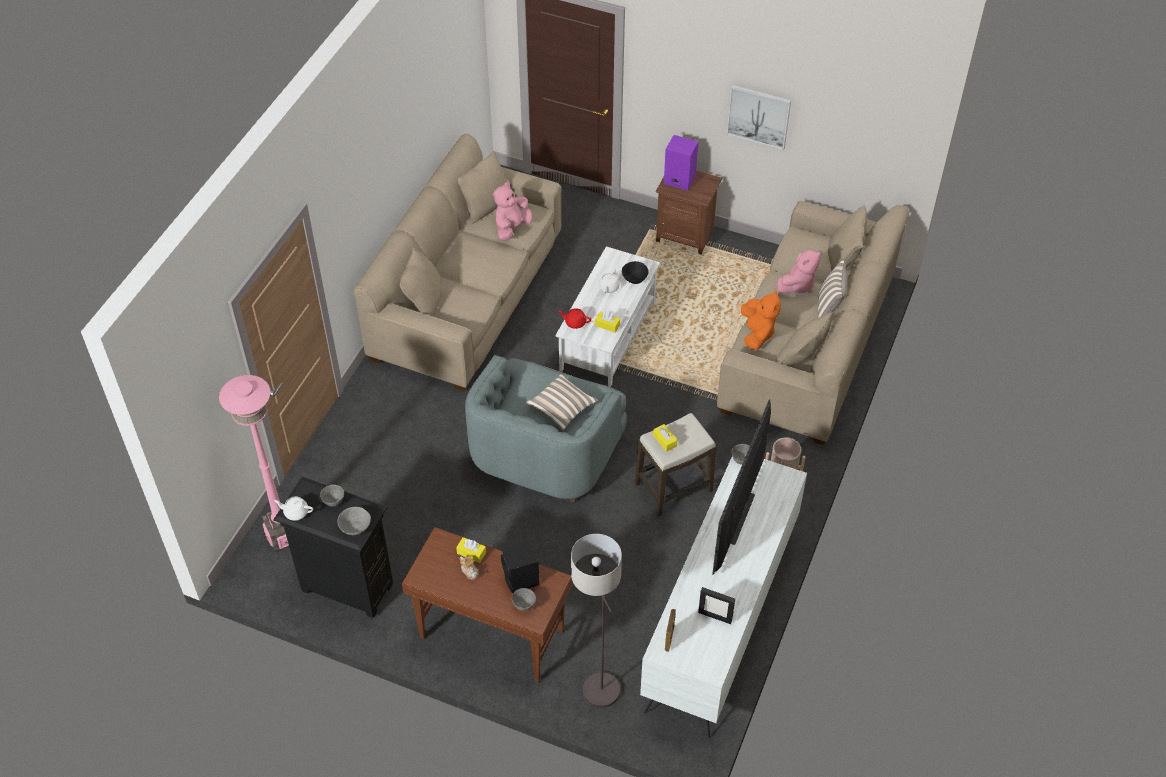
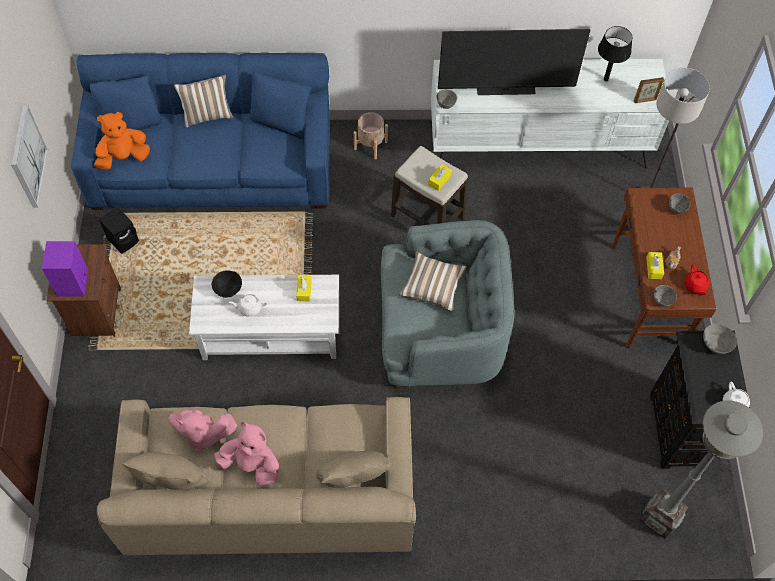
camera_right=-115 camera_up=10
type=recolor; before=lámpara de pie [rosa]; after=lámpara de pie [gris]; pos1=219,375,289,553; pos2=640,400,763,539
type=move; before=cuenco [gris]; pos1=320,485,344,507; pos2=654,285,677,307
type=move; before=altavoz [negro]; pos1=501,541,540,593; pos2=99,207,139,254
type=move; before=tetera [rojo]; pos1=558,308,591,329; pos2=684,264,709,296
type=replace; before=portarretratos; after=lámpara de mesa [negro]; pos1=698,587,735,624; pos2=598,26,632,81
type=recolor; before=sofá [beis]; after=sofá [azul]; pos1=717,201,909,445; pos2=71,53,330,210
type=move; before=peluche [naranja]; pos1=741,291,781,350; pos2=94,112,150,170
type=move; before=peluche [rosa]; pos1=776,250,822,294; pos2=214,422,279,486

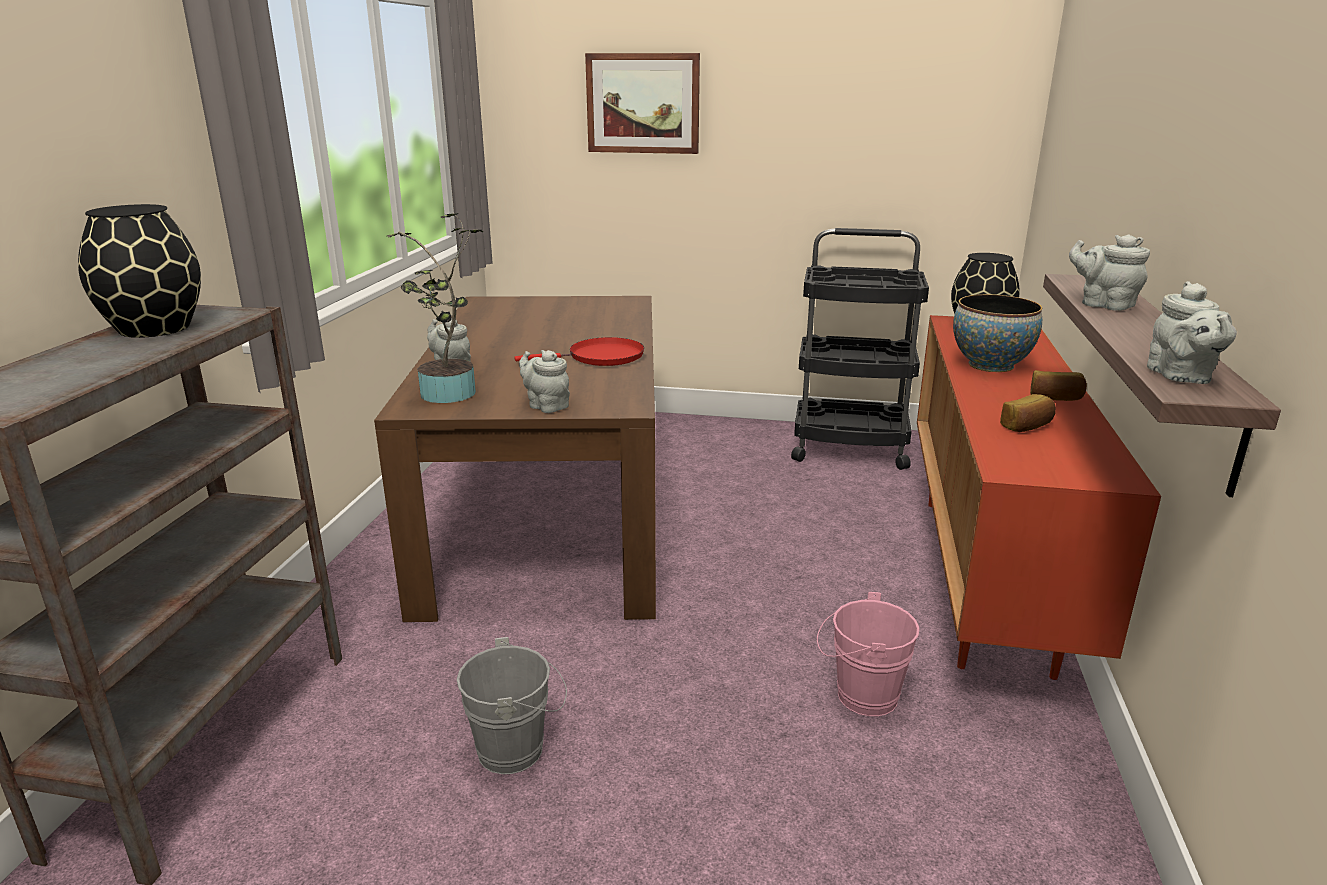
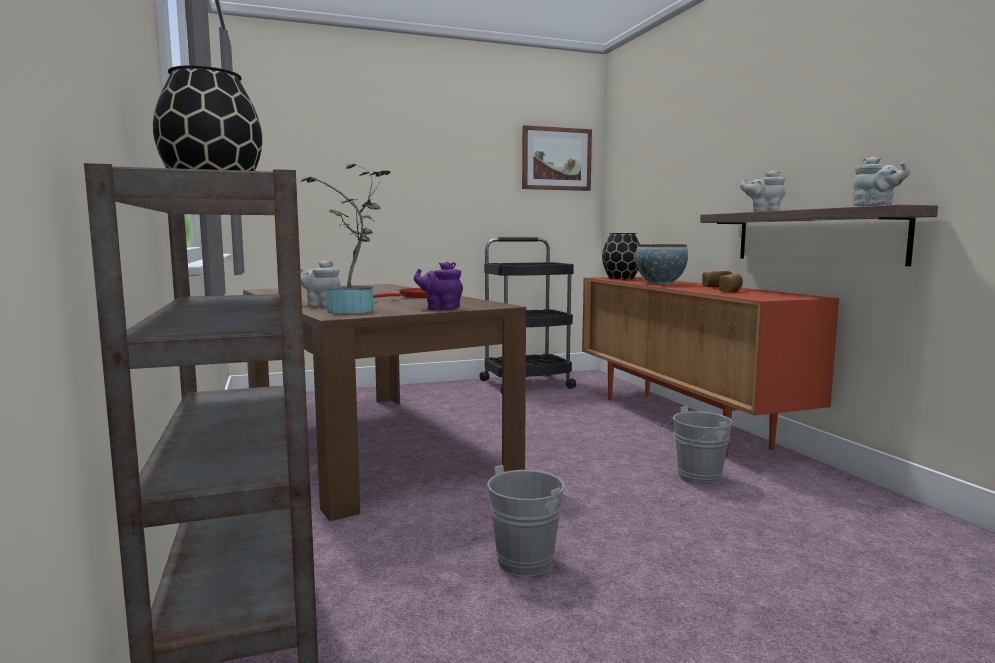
camera_right=-30 camera_up=-15
type=recolor; before=tetera [gris]; after=tetera [morado]; pos1=519,350,570,413; pos2=414,261,463,310
type=move; before=cuadro; pos1=585,53,700,154; pos2=522,125,592,191
type=recolor; before=cubo [rosa]; after=cubo [gris]; pos1=817,592,920,716; pos2=662,406,733,486

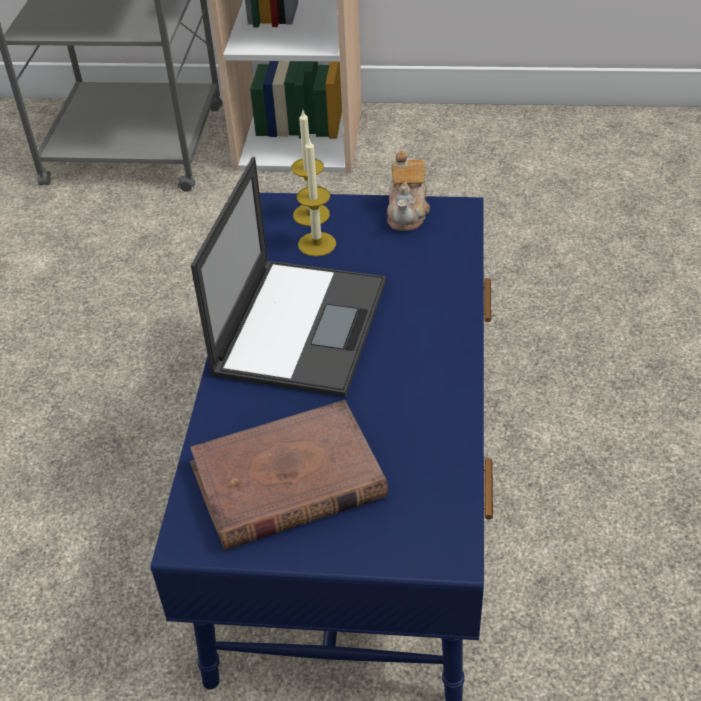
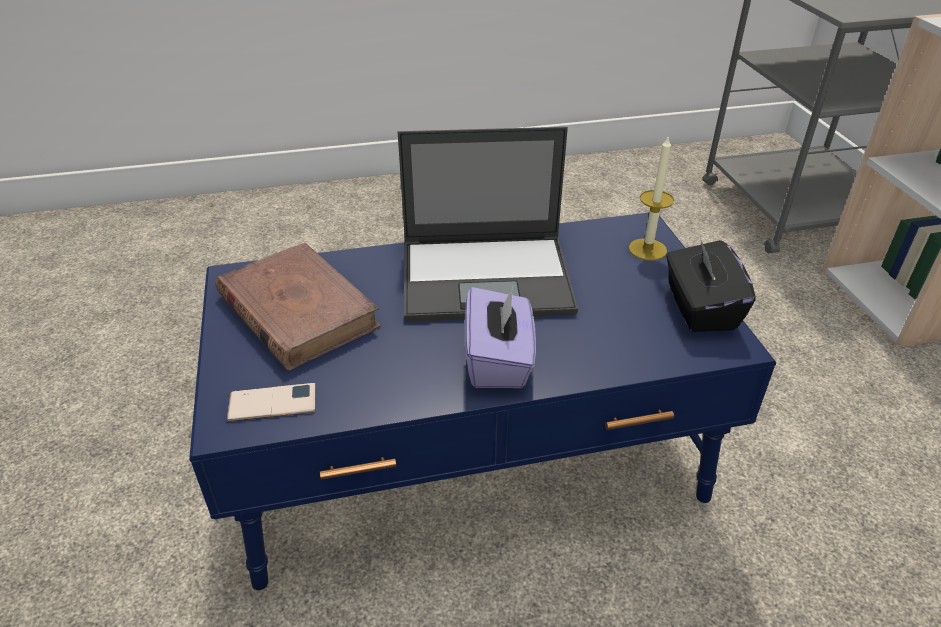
camera_right=70 camera_up=-5
type=delete; before=vela; pos1=296,138,336,257
type=replace; before=tetera; after=caja de pañuelos [negro]; pos1=387,151,430,231; pos2=666,237,756,332
type=insert; after=móvil; pos2=227,383,316,421
type=insert; after=caja de pañuelos [morado]; pos2=465,286,536,388

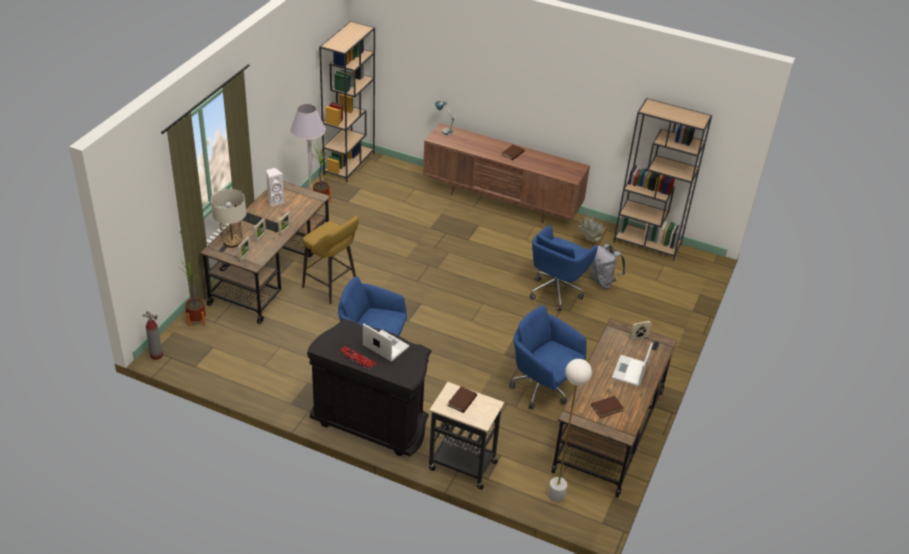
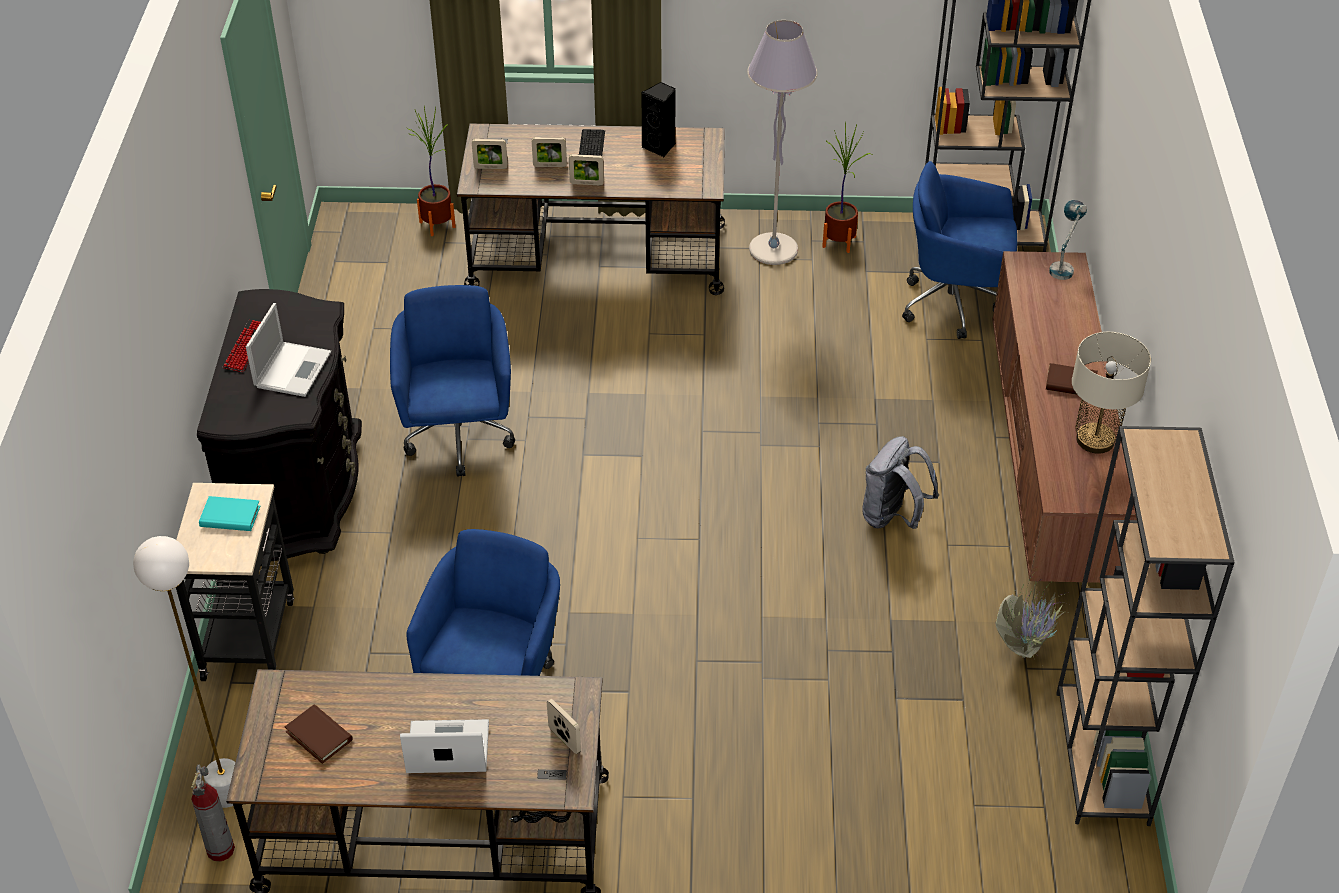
camera_right=70 camera_up=5
type=move; before=extintor; pos1=142,311,163,360; pos2=191,765,235,861
type=move; before=lámpara de mesa; pos1=211,189,246,248; pos2=1072,332,1151,454
type=recolor; before=altavoz [blanco]; after=altavoz [negro]; pos1=266,168,285,206; pos2=641,82,676,157
type=delete; before=taburete [amarillo]; pos1=302,216,359,304
type=recolor; before=libro [marrón]; after=libro [turquesa]; pos1=448,386,477,413; pos2=199,496,260,531
type=move; before=silla de oficina [azul]; pos1=530,225,598,311; pos2=902,161,1017,339
type=move; before=mochila [gris]; pos1=590,244,625,289; pos2=862,436,939,529

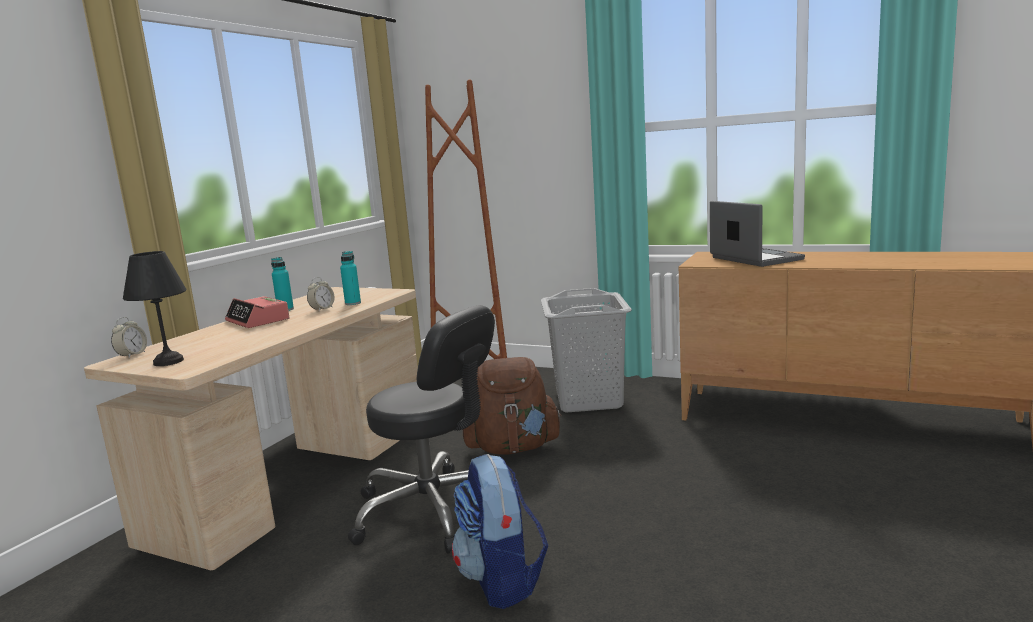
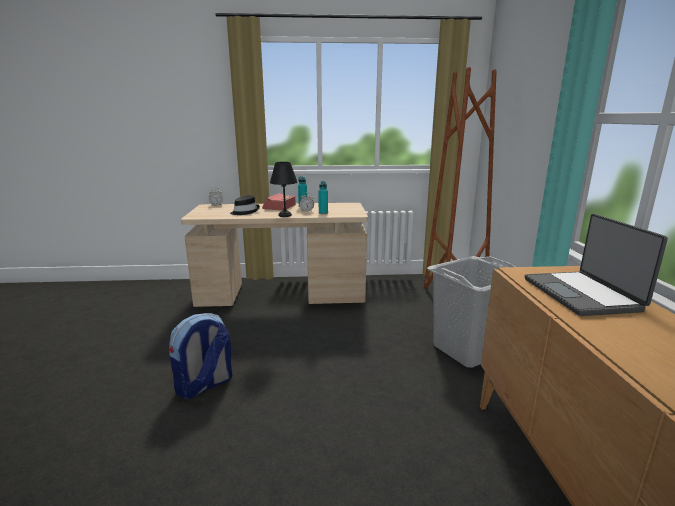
camera_right=60 camera_up=5
type=move; before=lámpara de mesa [negro]; pos1=123,251,186,366; pos2=270,162,297,217
type=delete; before=silla de oficina [negro]; pos1=348,305,495,554
type=delete; before=mochila [marrón]; pos1=463,357,562,455
type=rotate; before=portátil; pos1=710,201,805,267; pos2=524,214,668,316; turn=135
type=insert; after=sombrero [negro]; pos2=230,195,260,215

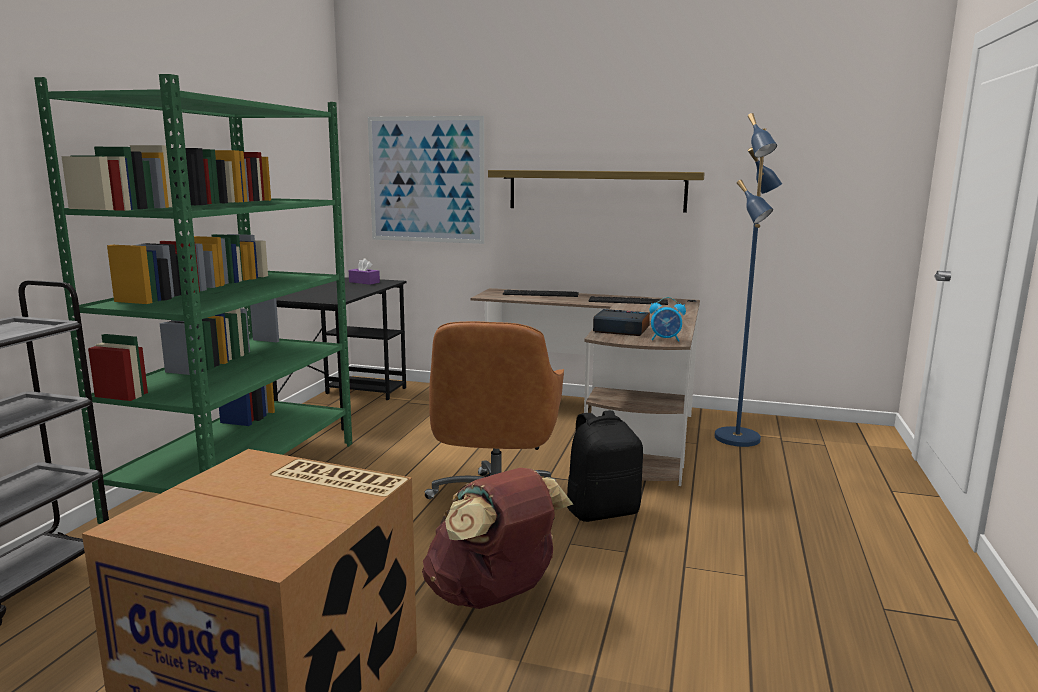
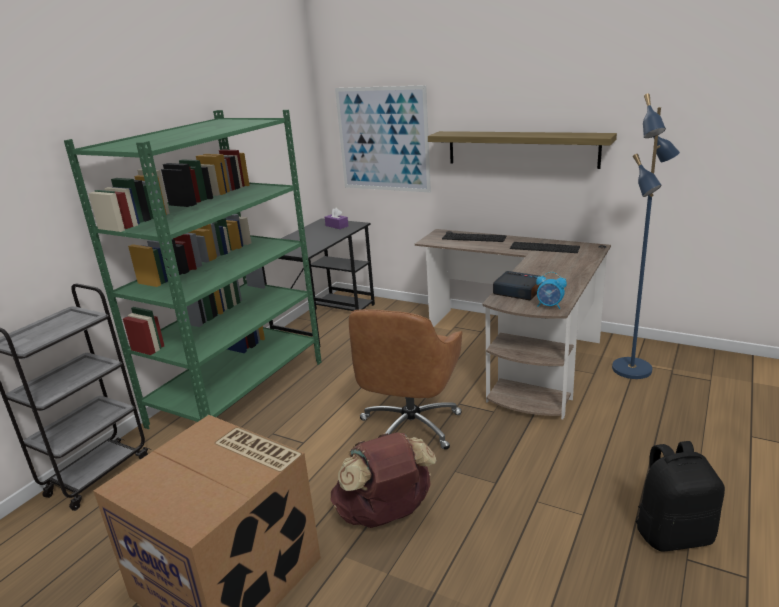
camera_right=15 camera_up=10
type=move; before=mochila [negro]; pos1=567,410,643,522; pos2=636,441,725,551

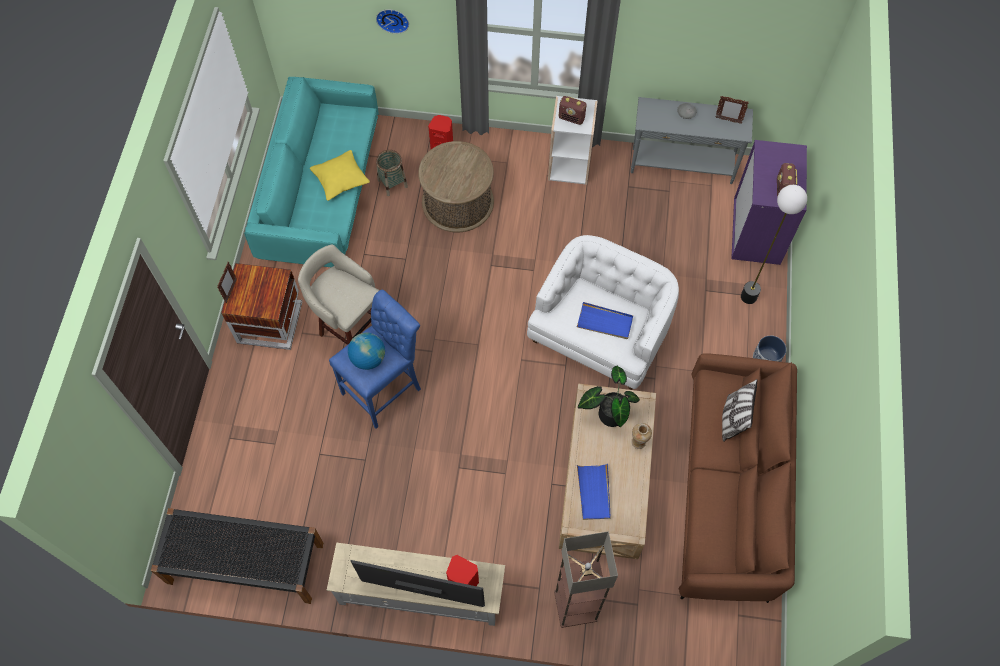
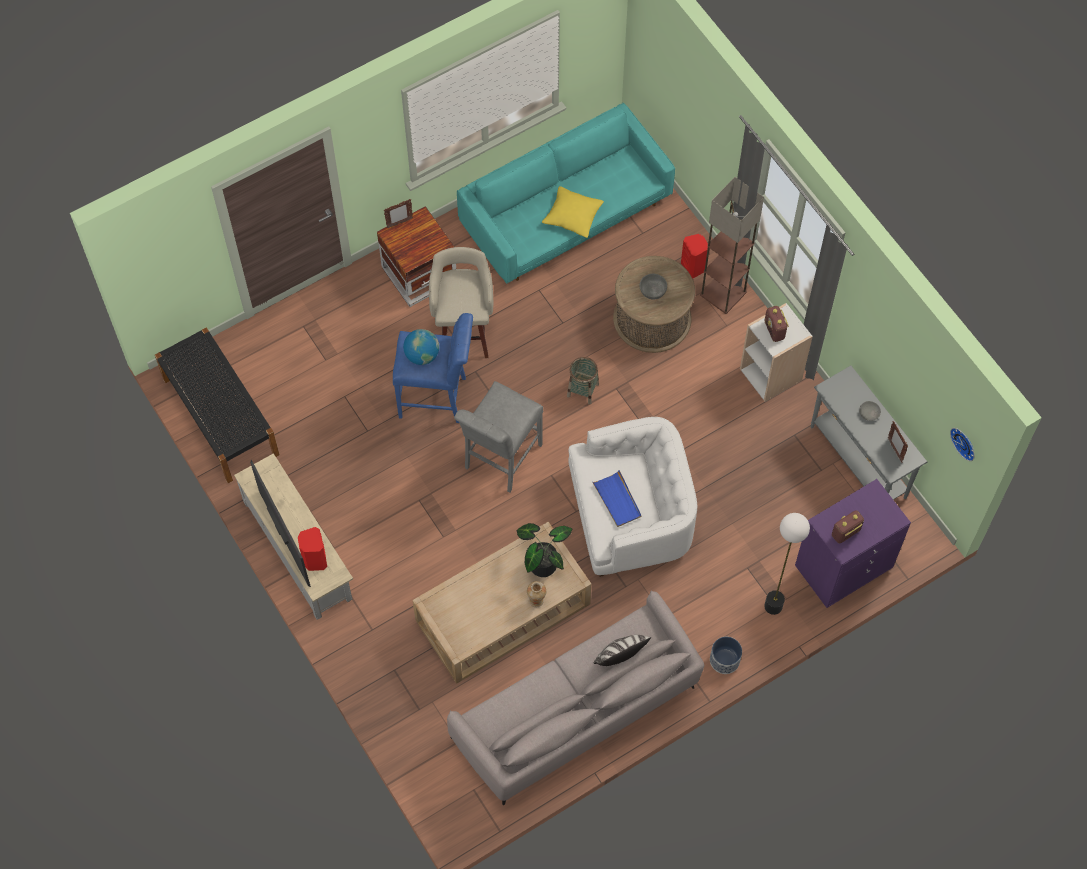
camera_right=50 camera_up=0
type=move; before=reloj de pared; pos1=376,9,409,34; pos2=950,428,975,461
type=move; before=cesta; pos1=376,150,408,196; pos2=567,357,599,404
type=move; before=lámpara de pie; pos1=554,531,618,628; pos2=700,177,764,314
type=delete; before=bandeja [azul]; pos1=577,464,610,520
type=recolor; before=sofá [marrón]; after=sofá [gris]; pos1=679,353,797,603; pos2=447,591,704,806
type=insert; after=taburete [gris]; pos2=454,381,543,492
type=insert; after=cuenco [gris]; pos2=640,274,667,300

